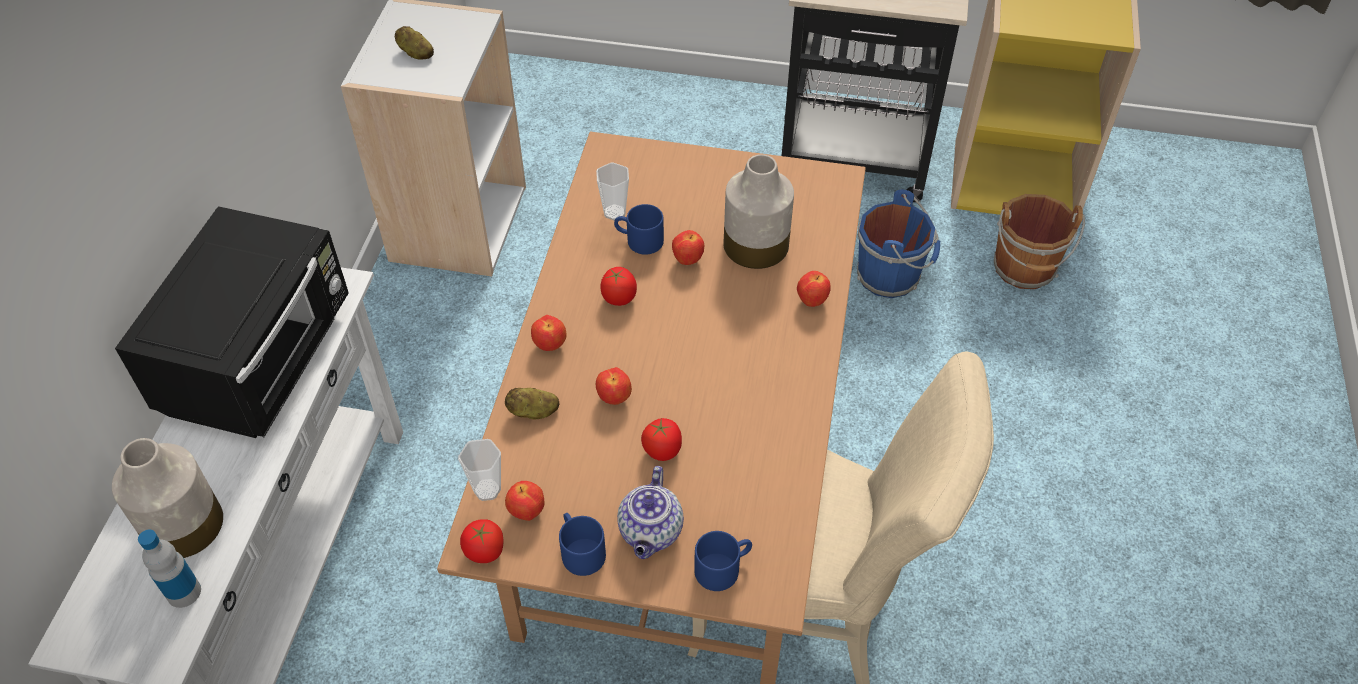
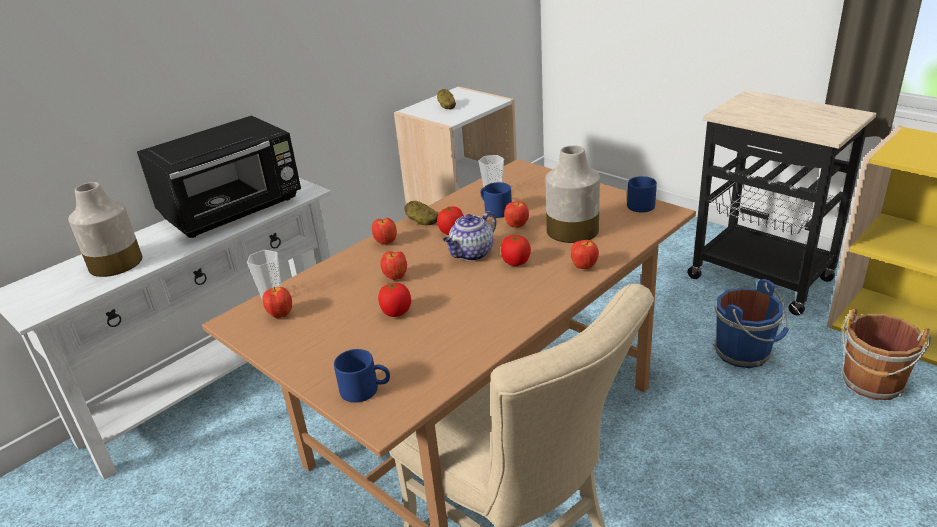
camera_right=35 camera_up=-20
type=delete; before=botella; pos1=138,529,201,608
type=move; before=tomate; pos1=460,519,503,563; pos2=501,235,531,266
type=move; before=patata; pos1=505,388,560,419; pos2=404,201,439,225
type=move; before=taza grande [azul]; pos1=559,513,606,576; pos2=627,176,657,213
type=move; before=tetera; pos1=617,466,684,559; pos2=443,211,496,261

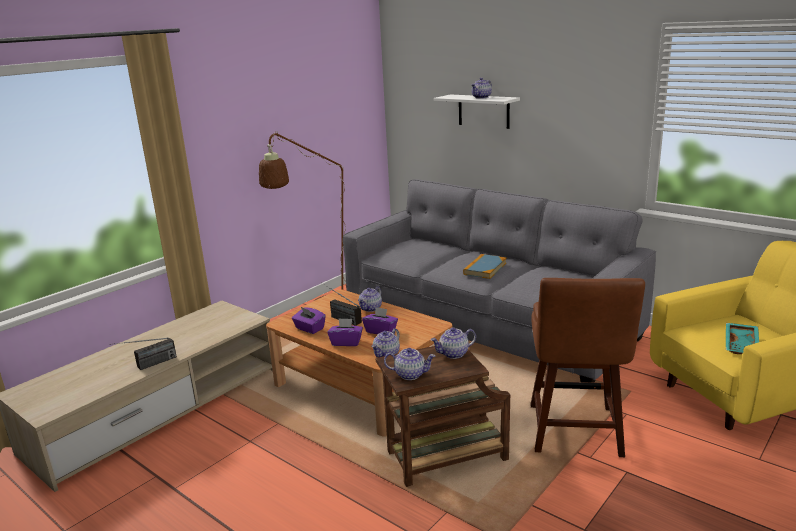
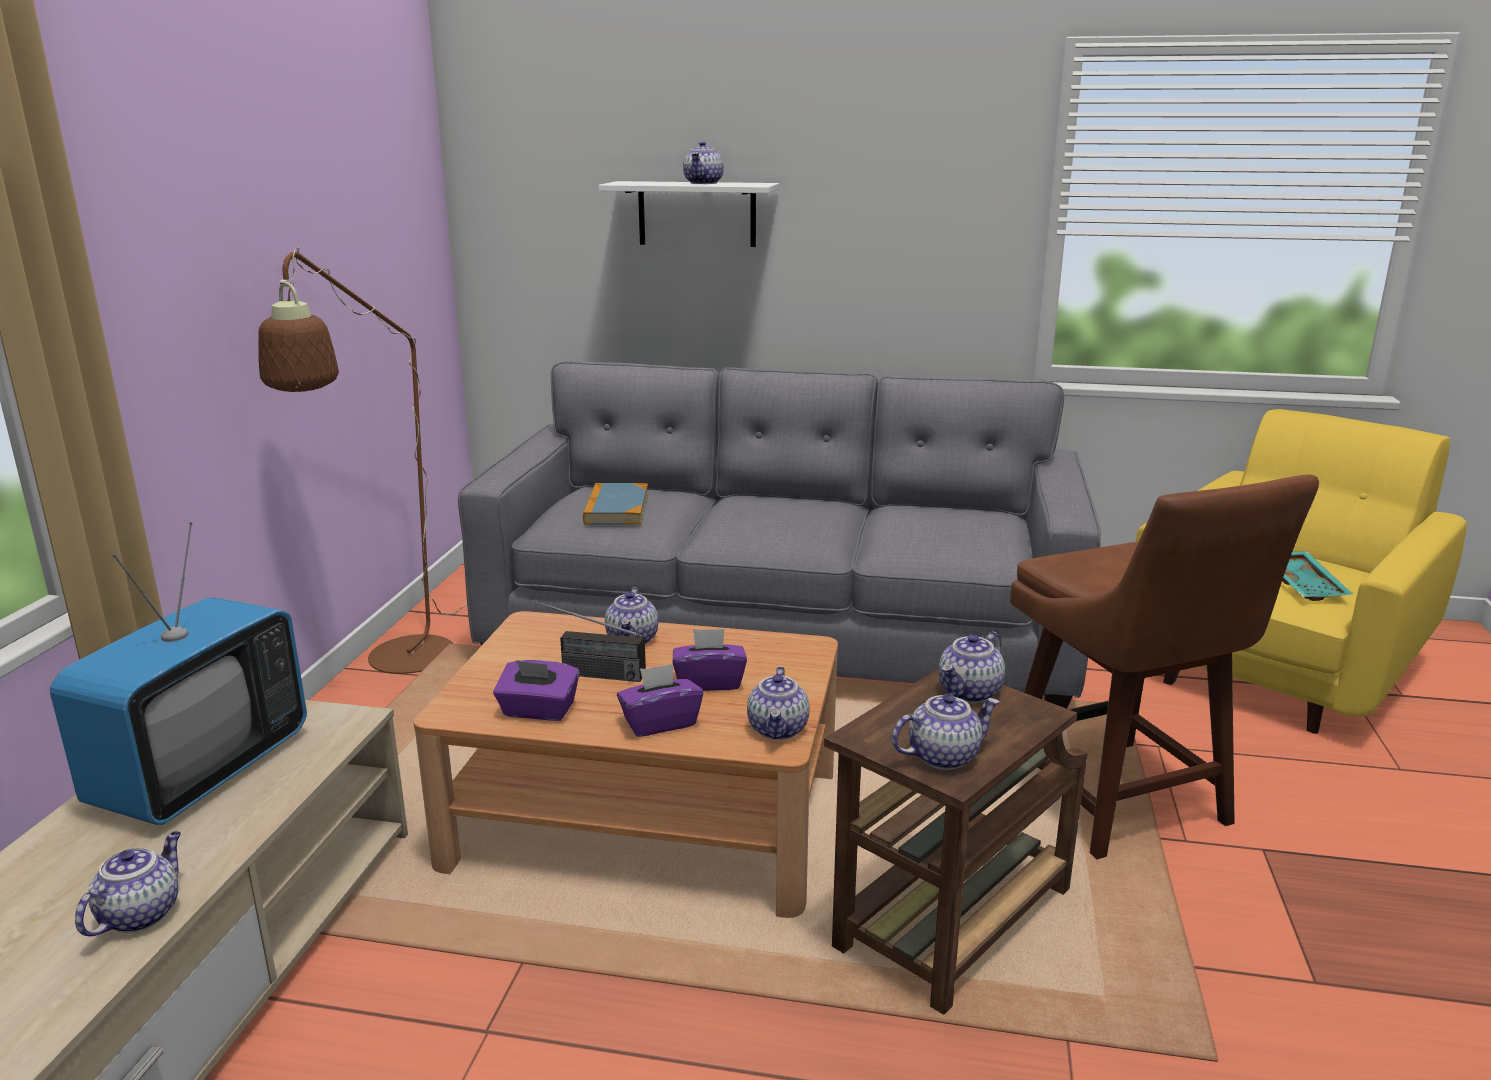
camera_right=-30 camera_up=0
type=replace; before=radio; after=tetera; pos1=115,338,177,370; pos2=75,831,181,936
type=move; before=libro; pos1=463,254,507,279; pos2=583,483,648,524
type=insert; after=televisor; pos2=50,522,307,825

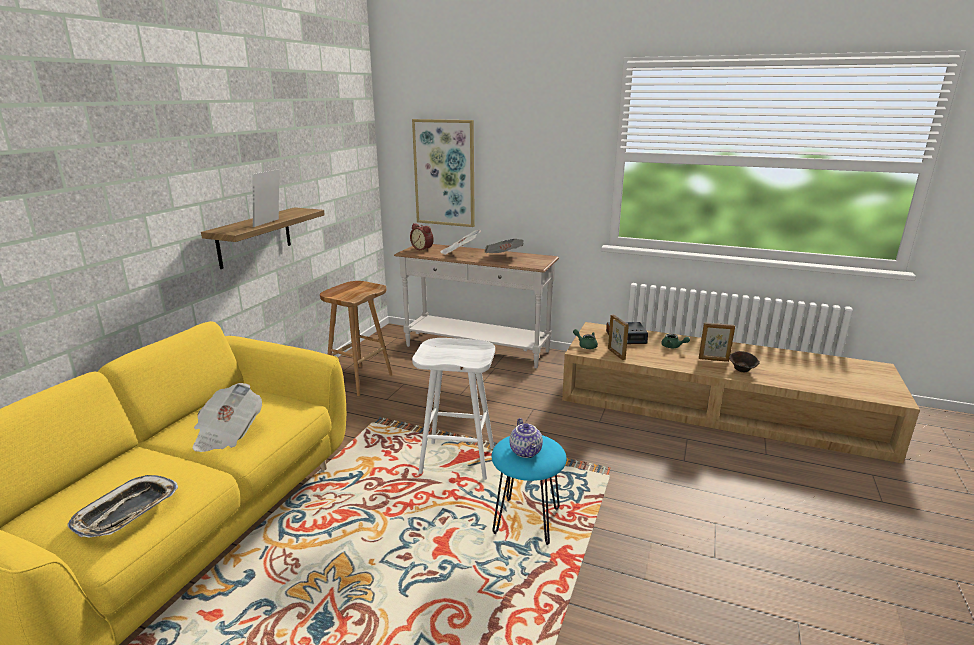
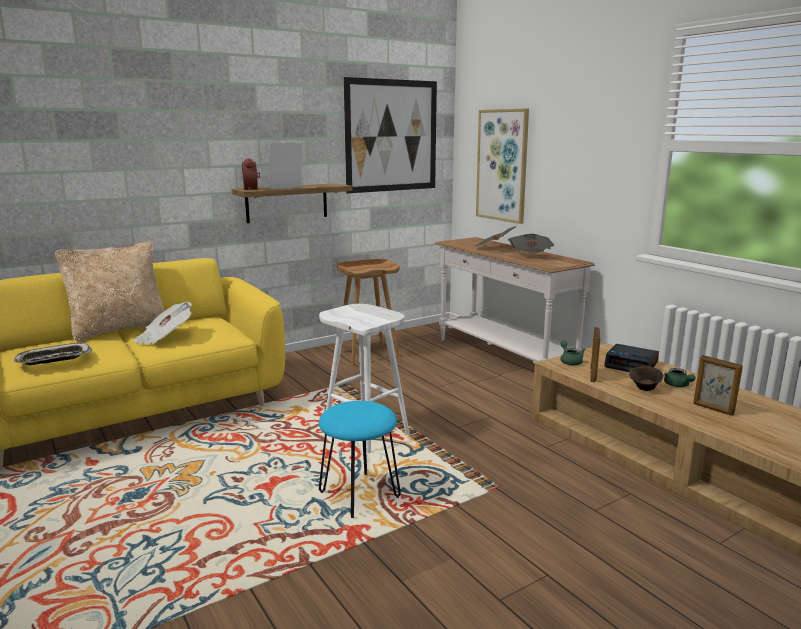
camera_right=35 camera_up=-5
type=move; before=despertador; pos1=410,223,434,251; pos2=242,158,260,191
type=delete; before=tetera; pos1=510,418,543,458
type=move; before=cuenco [marrón]; pos1=729,351,760,372; pos2=629,366,663,391
type=insert; after=cojín [beis]; pos2=55,241,165,341
type=insert; after=cuadro; pos2=344,77,437,193

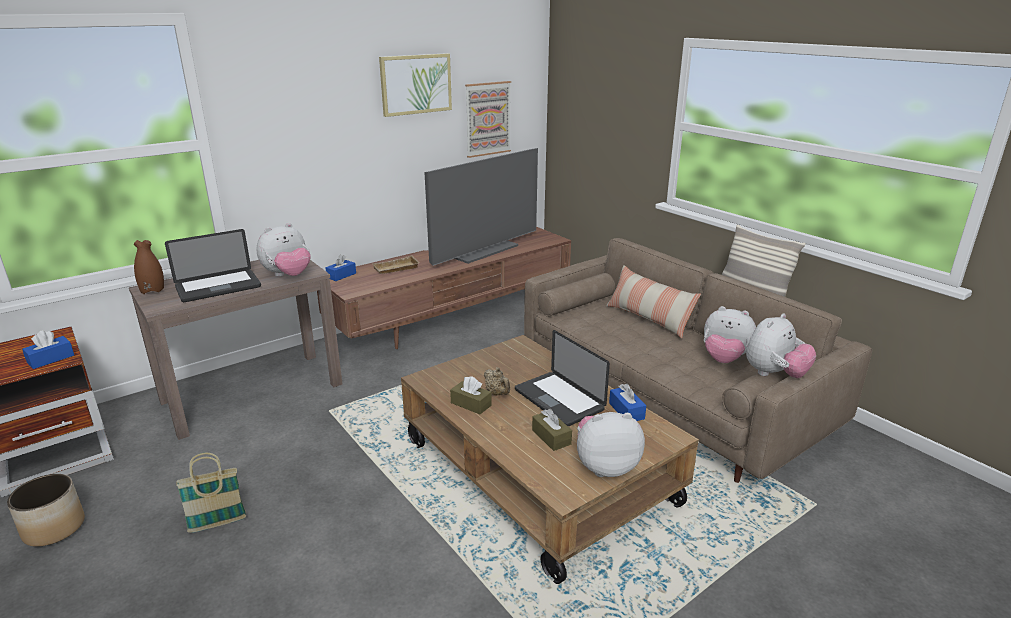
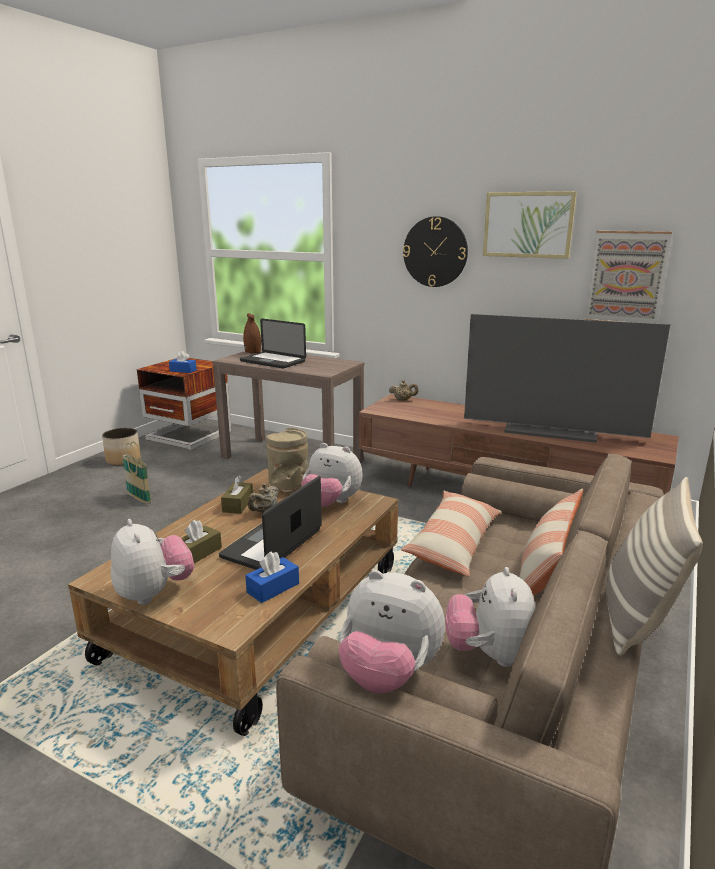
camera_right=65 camera_up=-5
type=move; before=peluche; pos1=257,223,311,277; pos2=302,443,362,507
type=replace; before=caja de pañuelos [azul]; after=tetera [beis]; pos1=326,255,356,281; pos2=389,380,418,401
type=delete; before=bandeja [beis]; pos1=372,255,420,274
type=insert; after=florero [beis]; pos2=266,428,308,493
type=insert; after=cojín; pos2=401,491,502,577
type=insert; after=reloj de pared; pos2=403,216,468,287

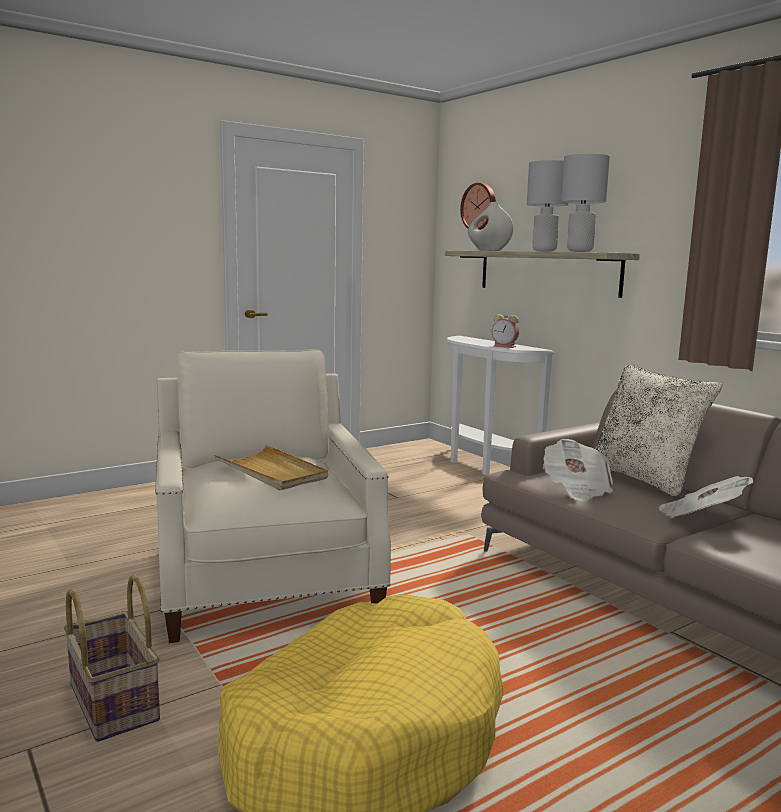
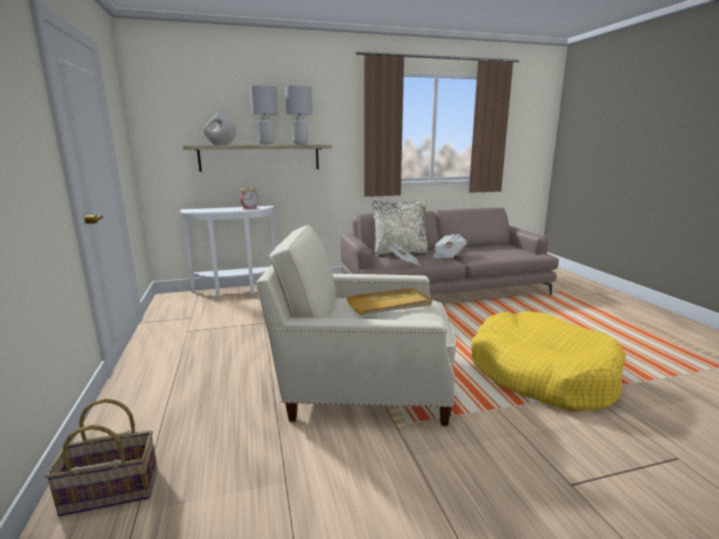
camera_right=-70 camera_up=5
type=move; before=cesta; pos1=64,574,160,742; pos2=45,399,158,516
type=delete; before=reloj de pared; pos1=460,183,496,230

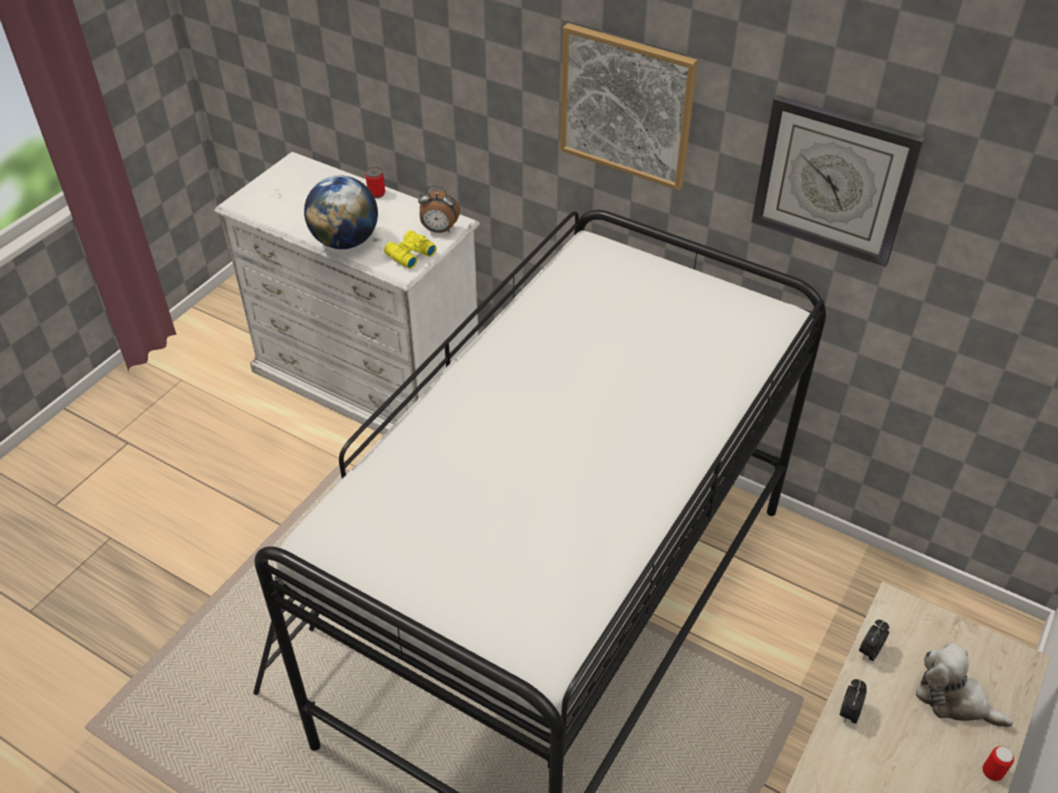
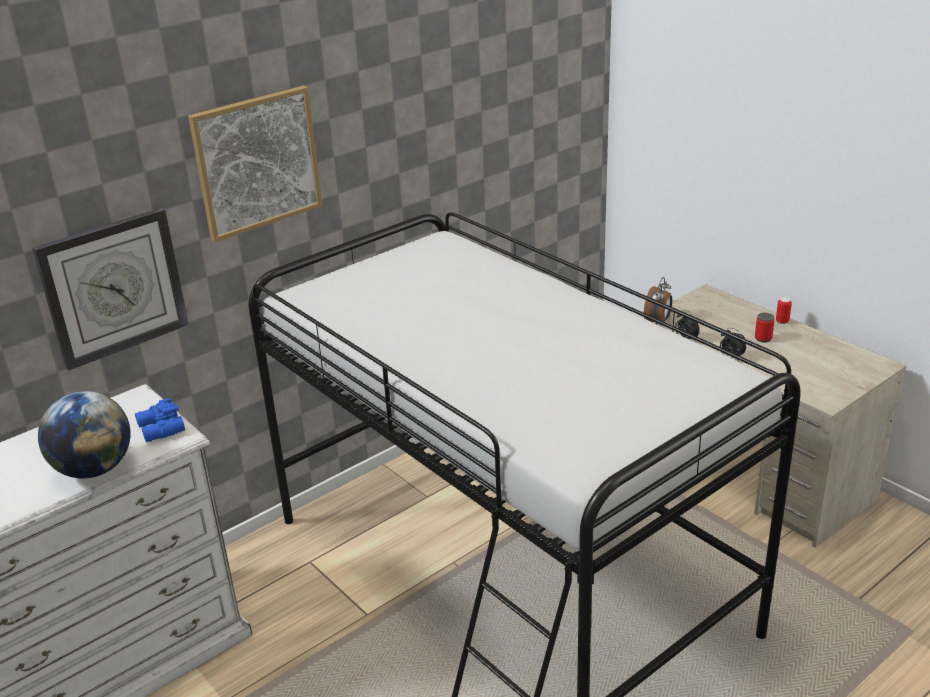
camera_right=-70 camera_up=-15
type=move; before=lata; pos1=365,167,385,198; pos2=755,313,775,343
type=recolor; before=prismáticos [amarillo]; after=prismáticos [azul]; pos1=384,230,437,269; pos2=135,398,185,442
type=move; before=despertador; pos1=418,186,460,233; pos2=644,277,672,325
type=move; before=reloj de pared; pos1=752,95,925,267; pos2=32,208,189,370
type=delete; before=peluche; pos1=916,643,1013,727

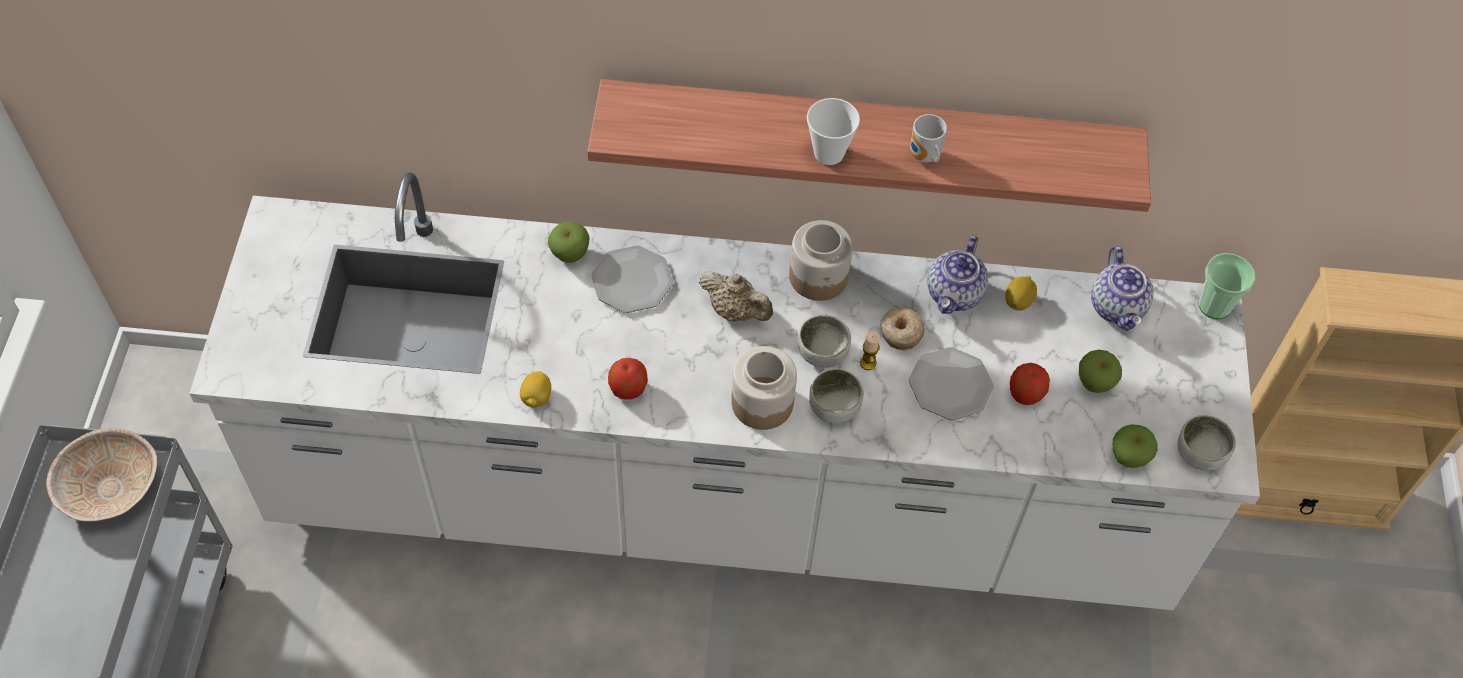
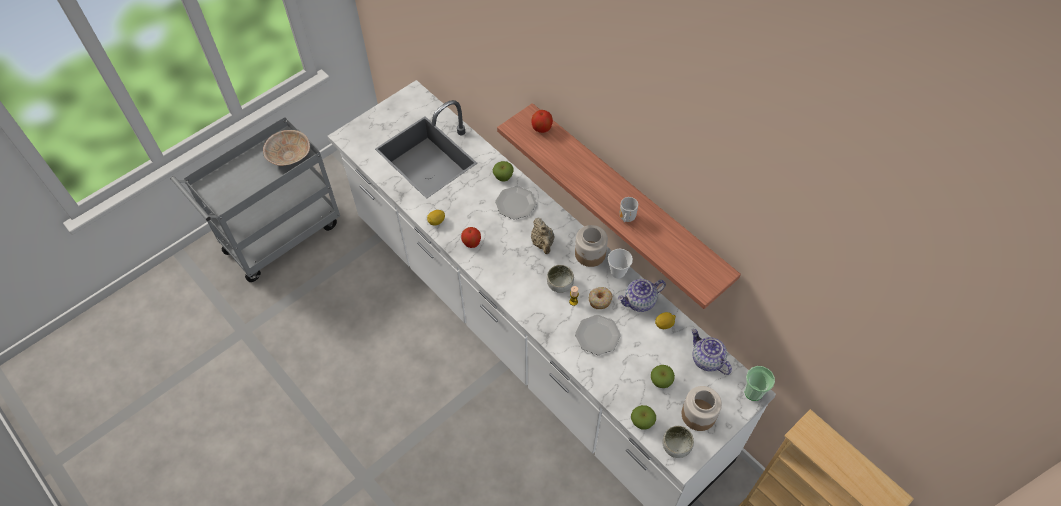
camera_right=45 camera_up=0
type=move; before=tarro; pos1=731,346,797,430; pos2=682,386,722,431
type=move; before=taza; pos1=807,98,860,165; pos2=608,249,633,279
type=delete; before=cuenco; pos1=809,369,863,423
type=move; before=manzana; pos1=1010,363,1050,405; pos2=531,110,553,133
type=rotate; before=tetera; pos1=1091,246,1154,331; pos2=691,329,732,375; turn=105

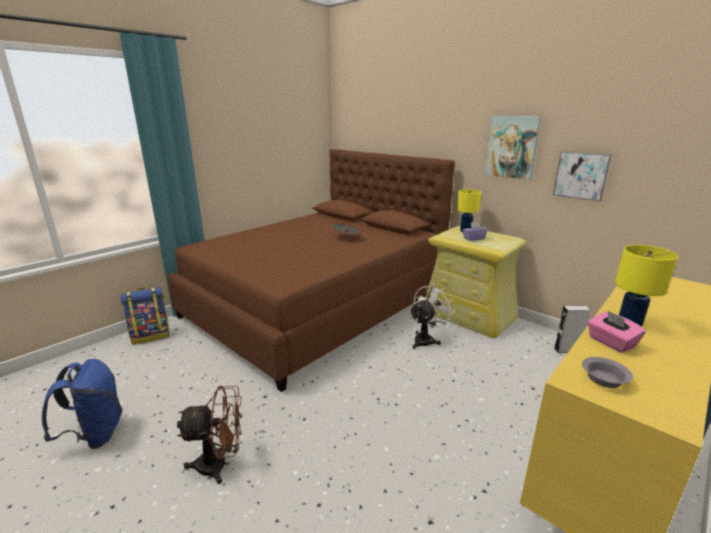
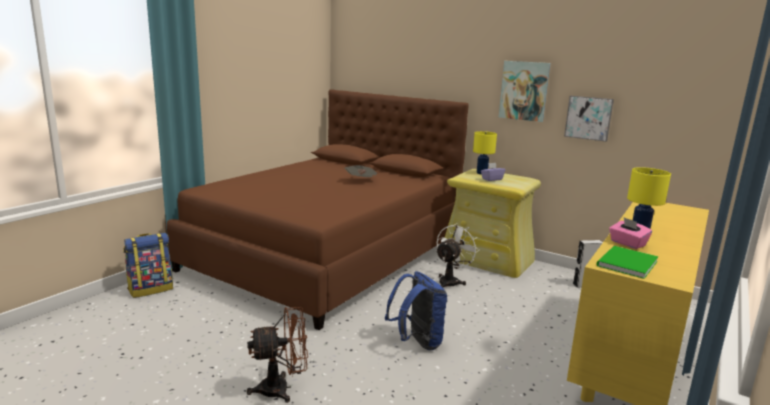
camera_right=-10 camera_up=-5
type=move; before=mochila [azul]; pos1=42,359,122,449; pos2=385,271,447,350
type=replace; before=cuenco [gris]; after=libro [verde]; pos1=582,357,633,388; pos2=597,246,658,279

